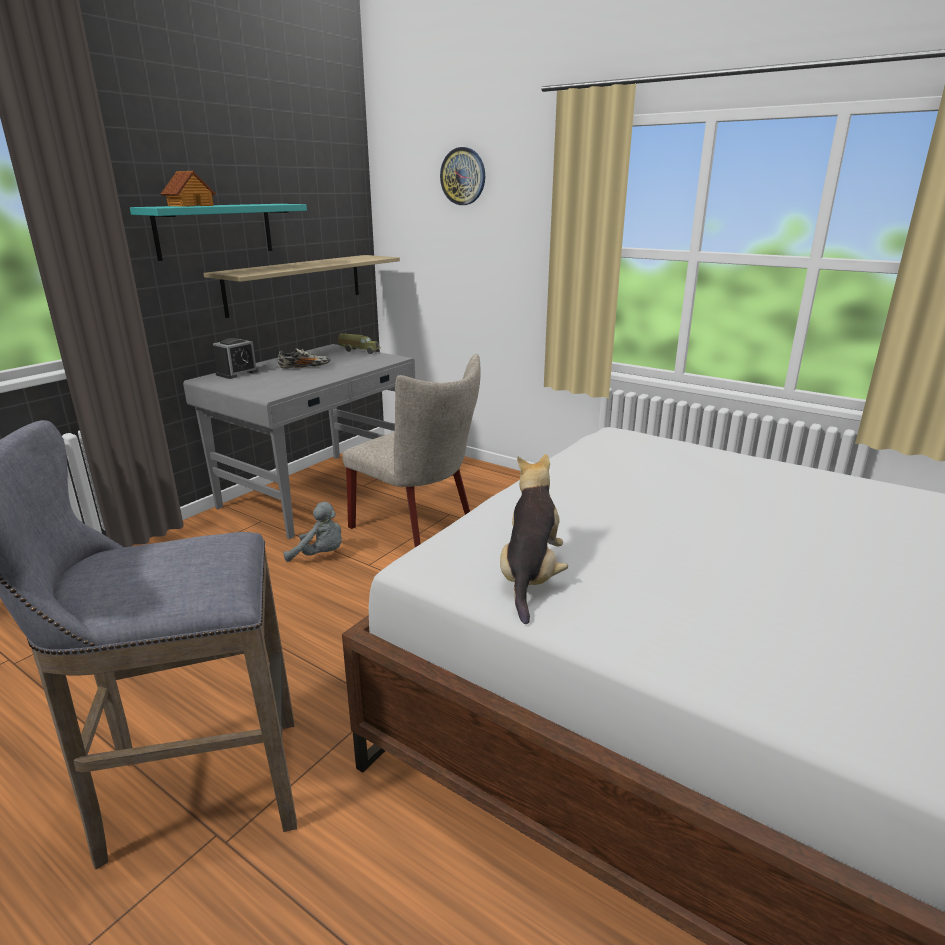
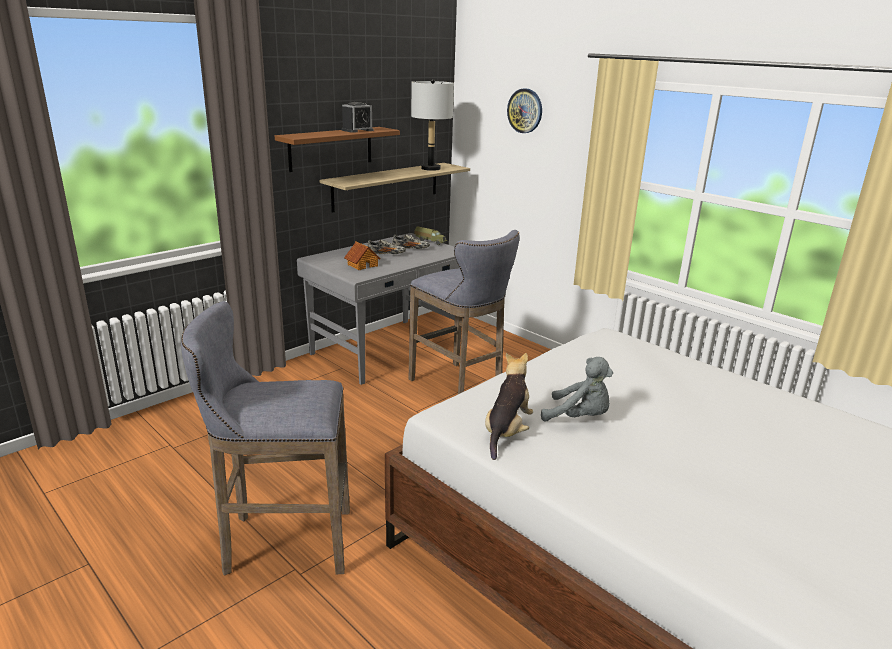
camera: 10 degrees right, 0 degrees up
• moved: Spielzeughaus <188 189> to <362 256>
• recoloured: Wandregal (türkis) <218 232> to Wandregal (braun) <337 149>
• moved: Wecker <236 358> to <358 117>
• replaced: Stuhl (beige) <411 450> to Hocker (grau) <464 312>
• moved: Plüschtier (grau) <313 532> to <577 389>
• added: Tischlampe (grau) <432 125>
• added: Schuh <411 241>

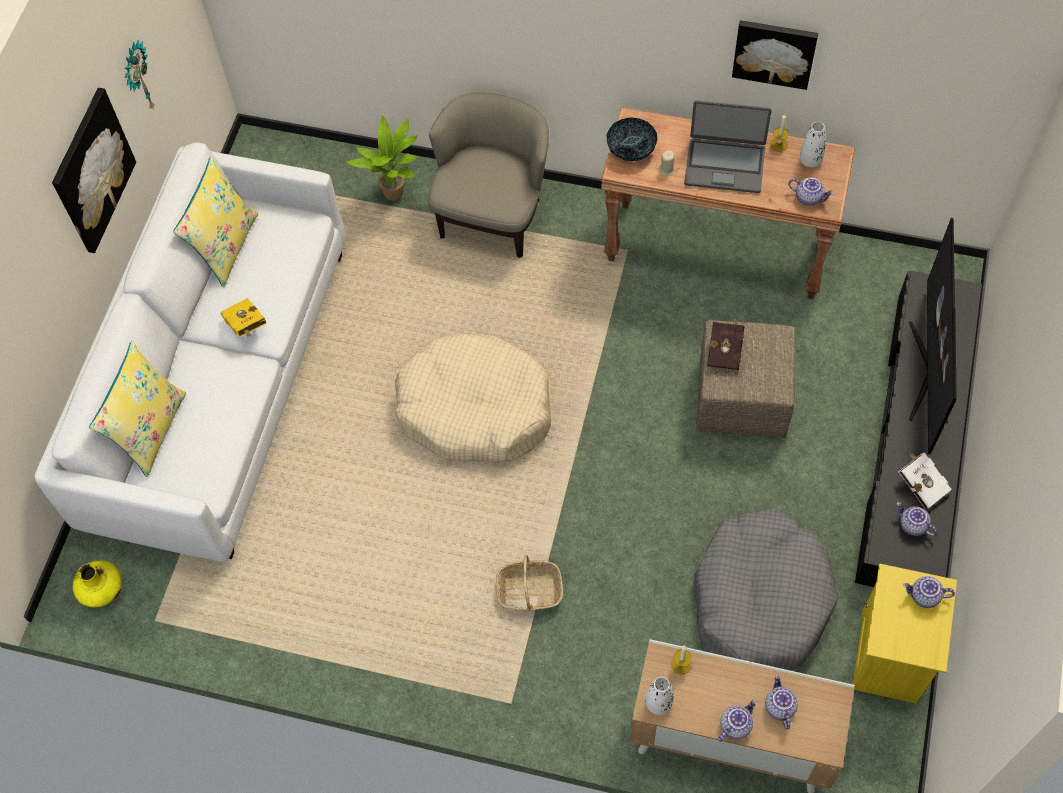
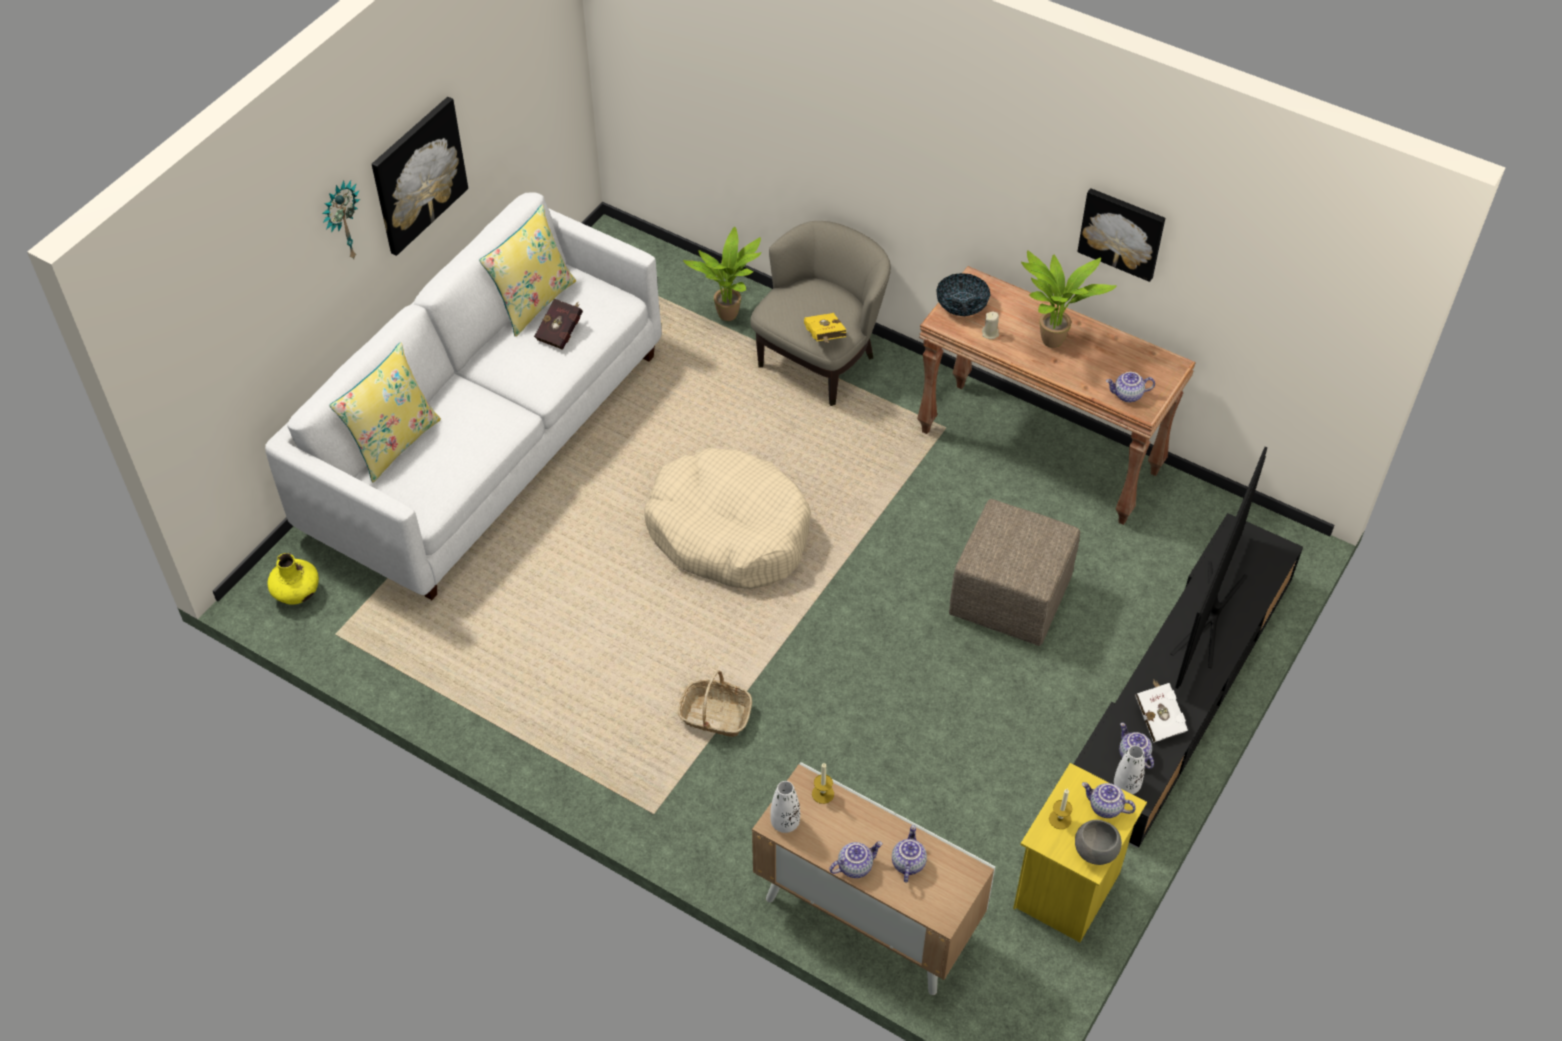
camera: 15 degrees right, 10 degrees down
• moved: Wanduhr <140 75> to <341 219>
• replaced: Laptop <728 146> to Topfpflanze <1069 299>
• moved: Kerze <779 133> to <1060 809>
• moved: Vase (weiß) <813 145> to <1129 769>
• turned: Teekanne <811 191> = <1130 387> 135 degrees clockwise
• moved: Buch (gelb) <244 317> to <825 328>
• moved: Buch (rot) <725 344> to <558 324>
• removed: Hundebett (grau) <766 590>
• added: Schüssel (grau) <1098 842>

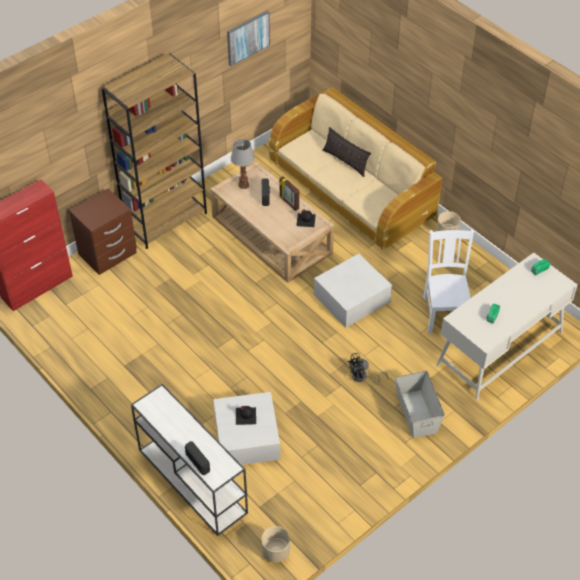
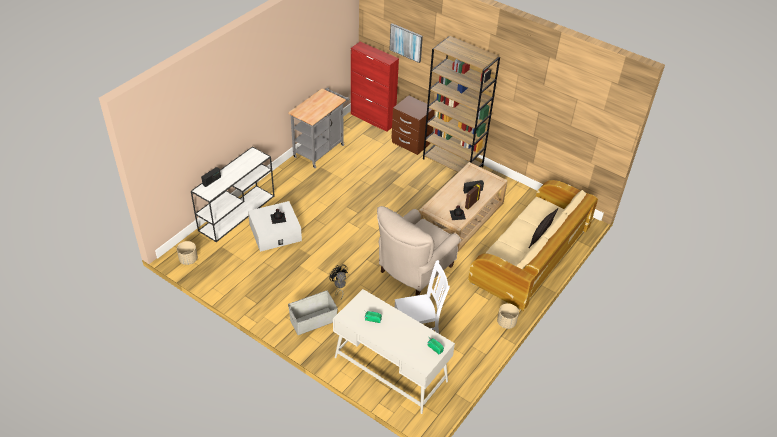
camera: 75 degrees right, 5 degrees down
• moved: Bild <248 38> to <406 43>
• removed: Tischlampe <242 164>
• replaced: Aufbewahrungsbox (weiß) <353 291> to Sessel (beige) <419 251>
• added: Rollwagen (grau) <318 128>

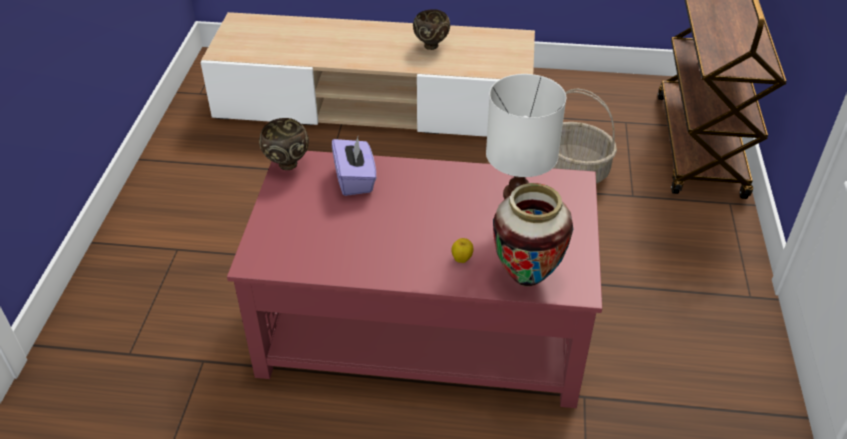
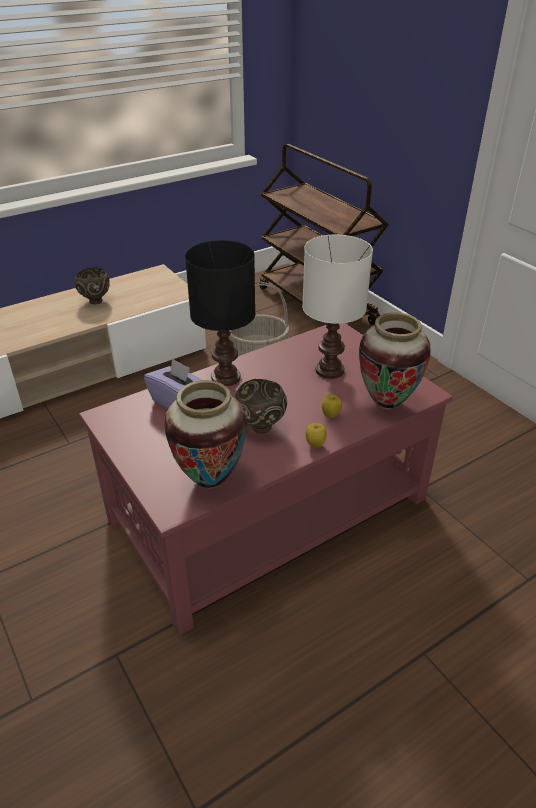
camera: 40 degrees left, 5 degrees down
• moved: Schüssel (braun) <284 144> to <261 406>
• added: Tischlampe (schwarz) <220 313>
• added: Vase <205 434>
• added: Apfel <316 435>

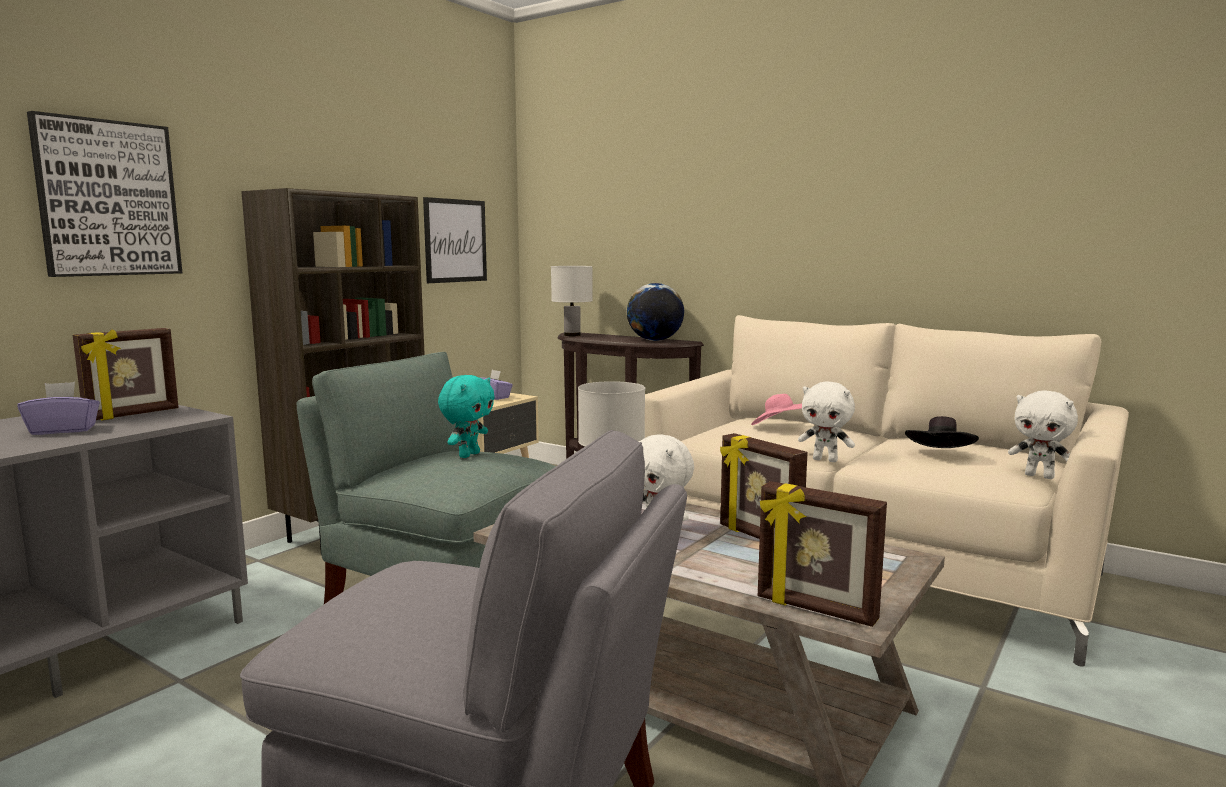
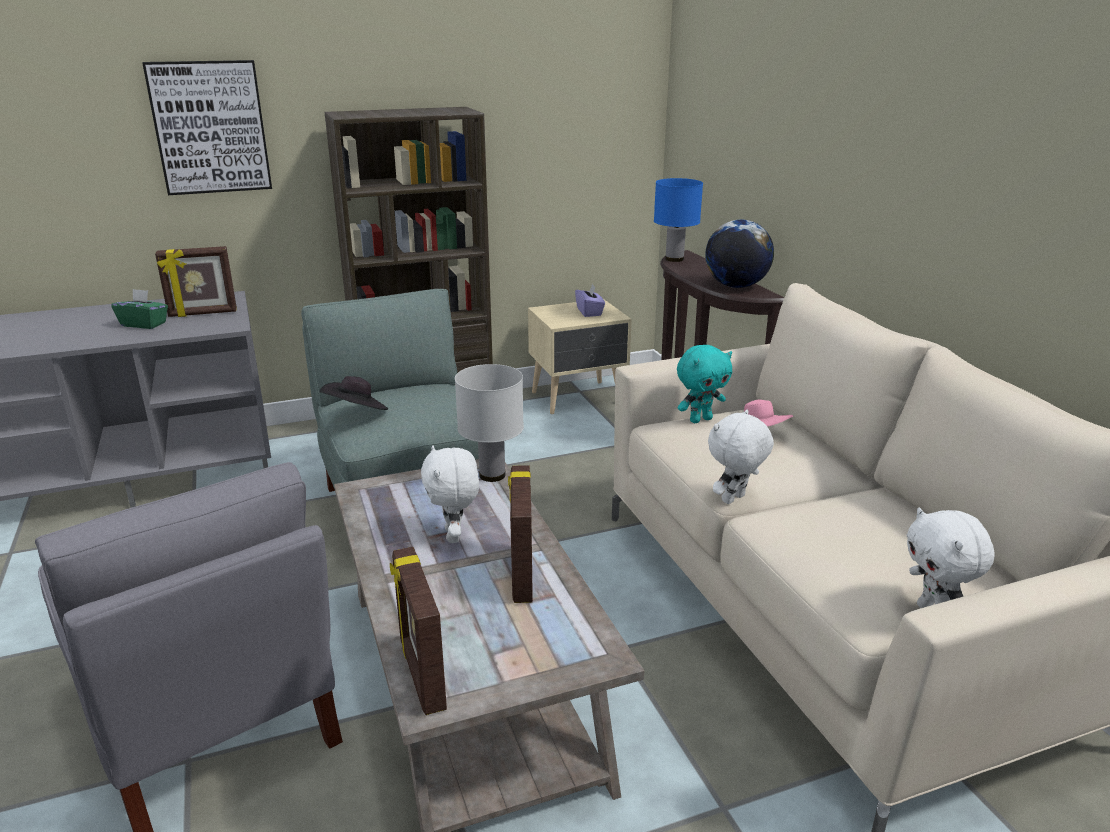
camera: 35 degrees right, 15 degrees up
• removed: Bild <455 240>
• recoloured: Tischlampe (weiß) <572 301> to Tischlampe (blau) <678 220>
• moved: Plüschtier (türkis) <466 416> to <704 384>
• recoloured: Taschentuchbox (lila) <59 408> to Taschentuchbox (grün) <139 309>
• turned: Plüschtier (weiß) <826 422> = <741 456> 75 degrees clockwise
• moved: Hut (schwarz) <942 432> to <354 393>

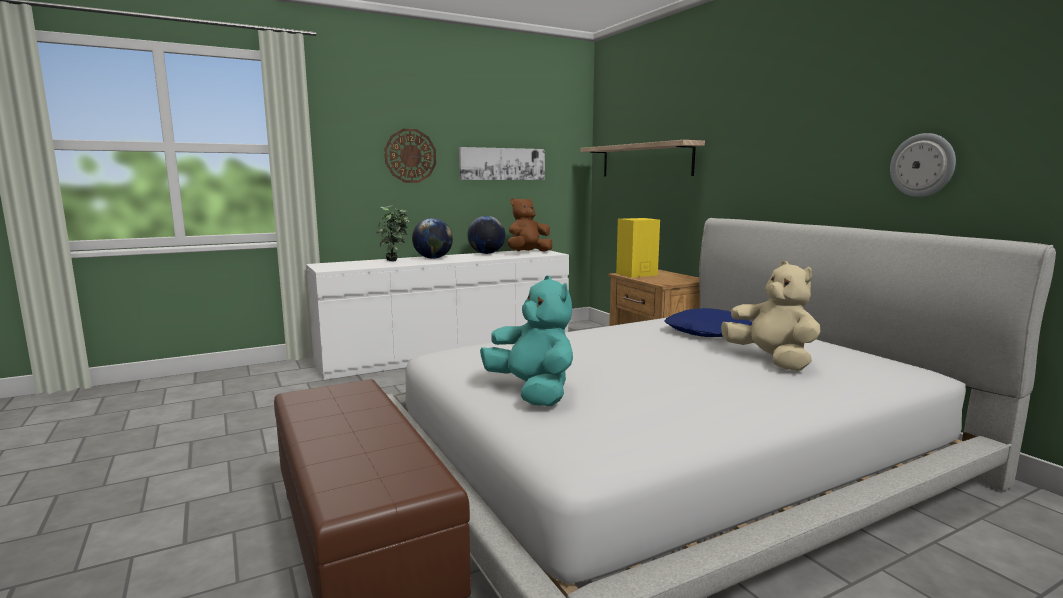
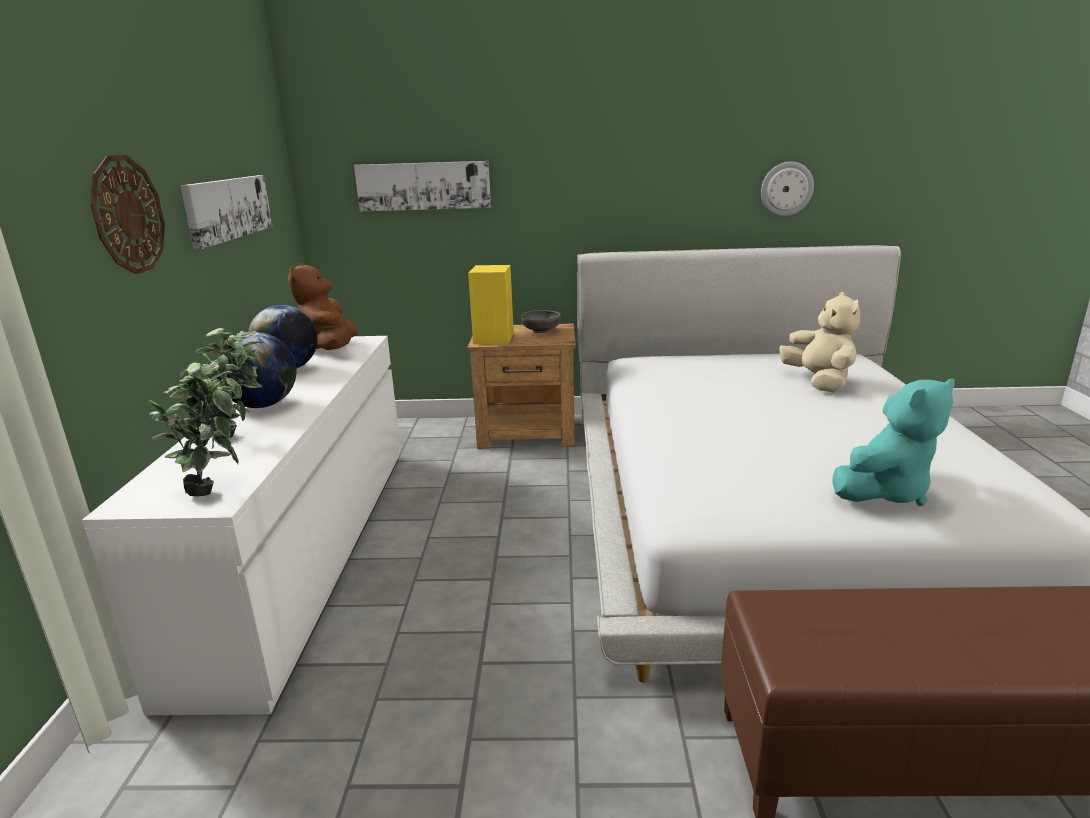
camera: 60 degrees left, 10 degrees up
• replaced: Wandregal <642 158> to Bild <422 186>
• turned: Plüschtier (beige) <770 316> = <819 342> 75 degrees clockwise
• turned: Plüschtier (türkis) <526 340> = <893 442> 150 degrees clockwise
• removed: Kissen (blau) <708 322>
• added: Schüssel (grau) <541 321>
• added: Topfpflanze <193 429>

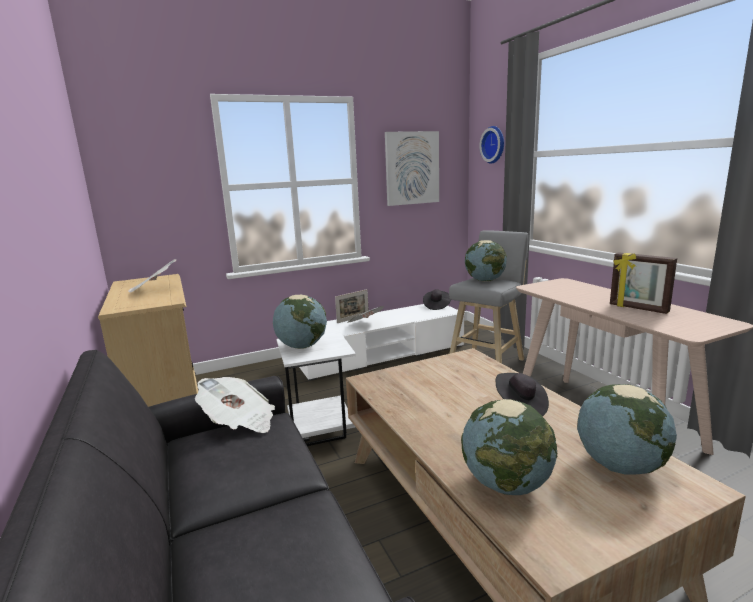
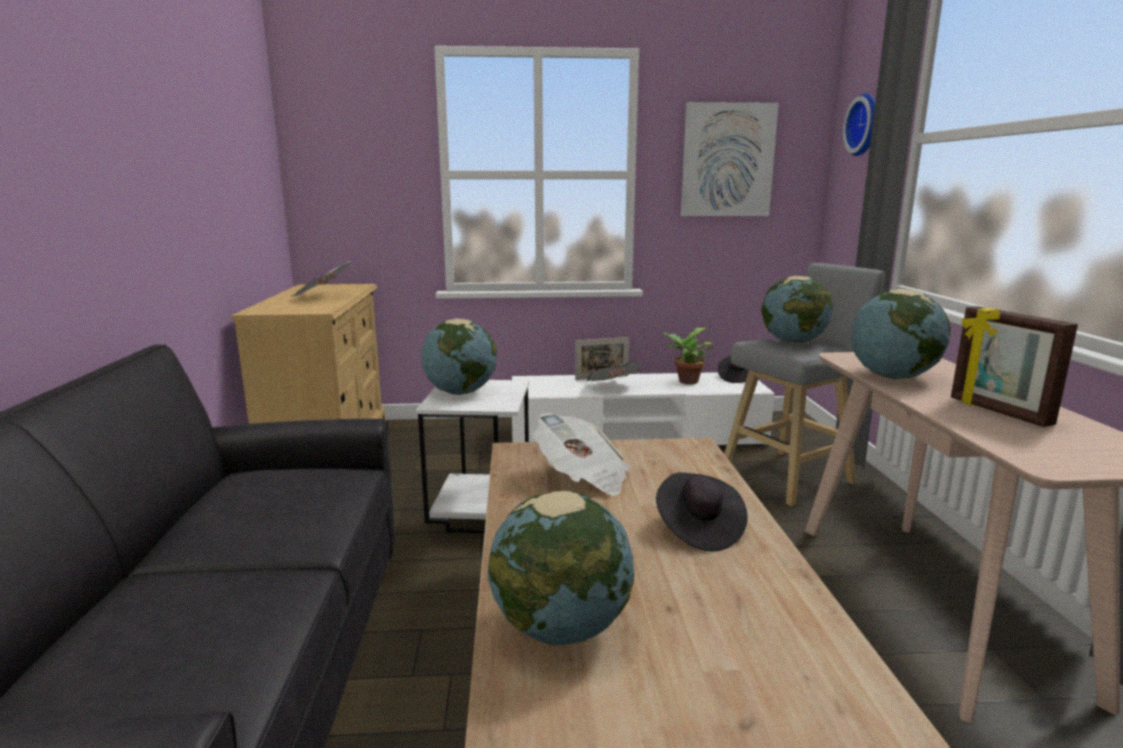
camera: 20 degrees right, 0 degrees up
• moved: Zeitung <235 405> to <581 454>
• moved: Globus <627 429> to <901 334>
• added: Topfpflanze <686 356>

